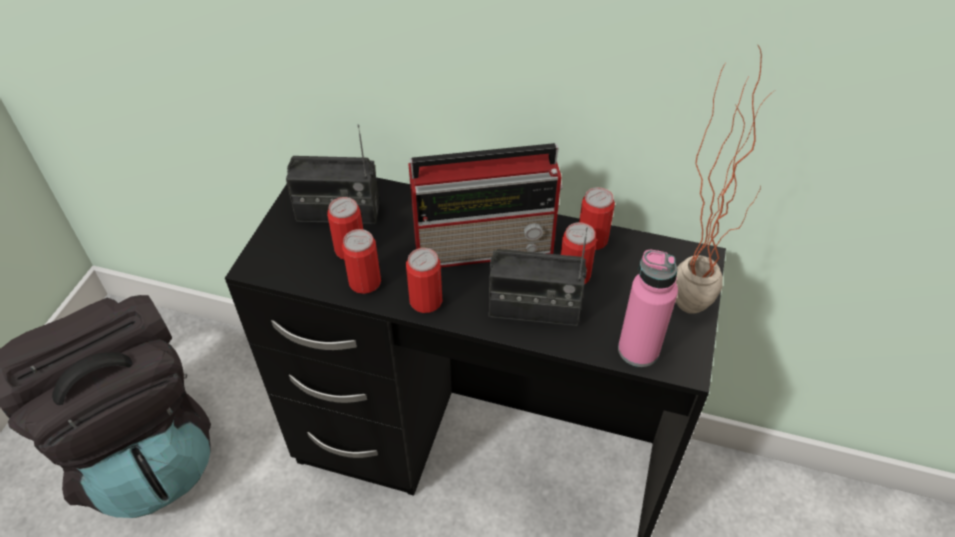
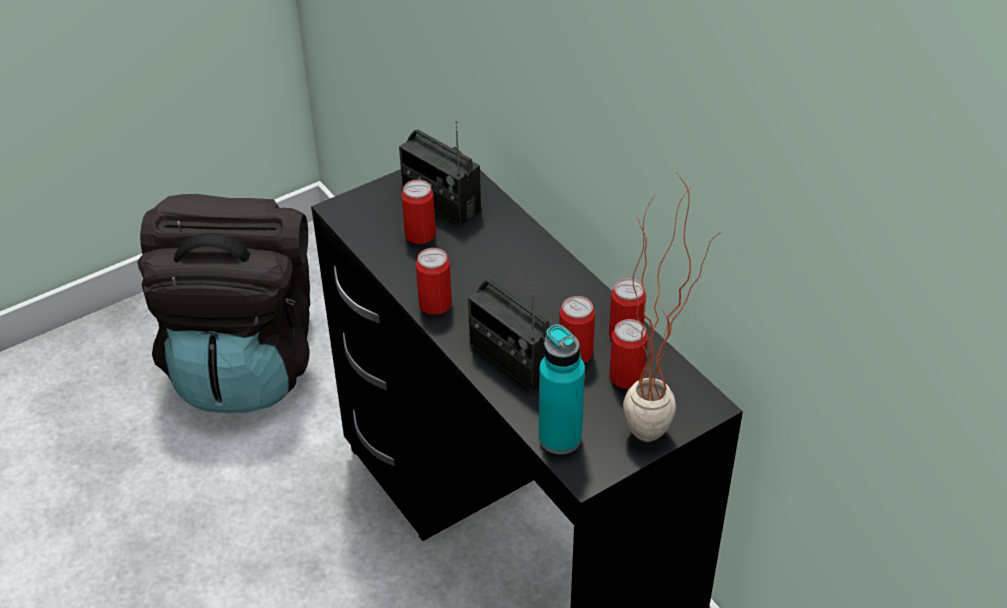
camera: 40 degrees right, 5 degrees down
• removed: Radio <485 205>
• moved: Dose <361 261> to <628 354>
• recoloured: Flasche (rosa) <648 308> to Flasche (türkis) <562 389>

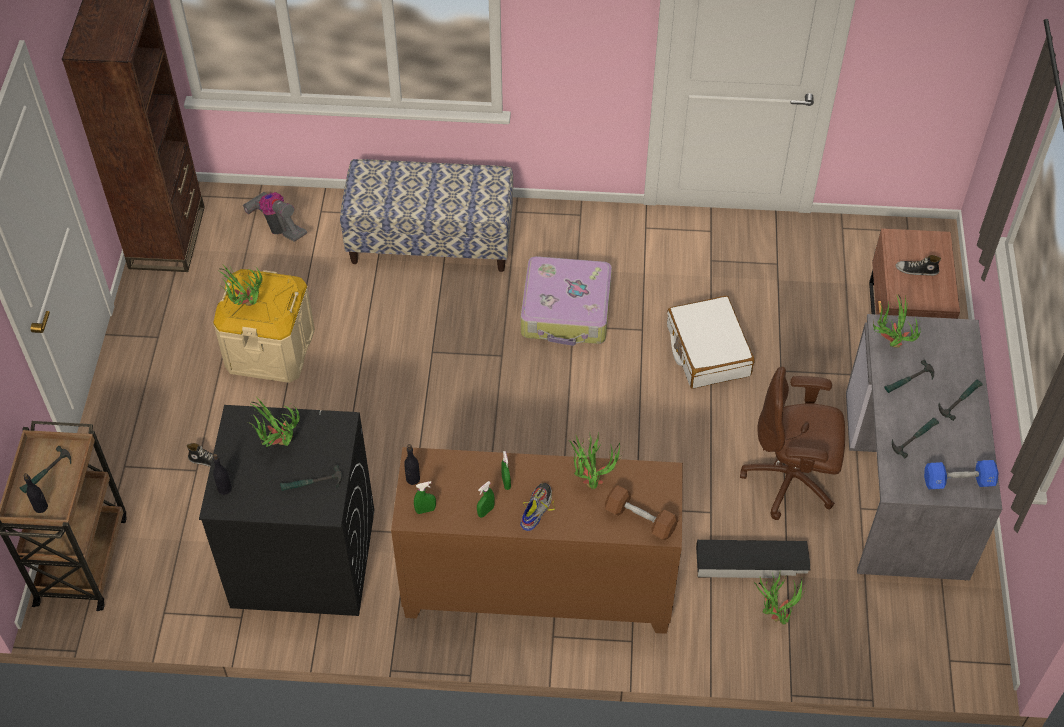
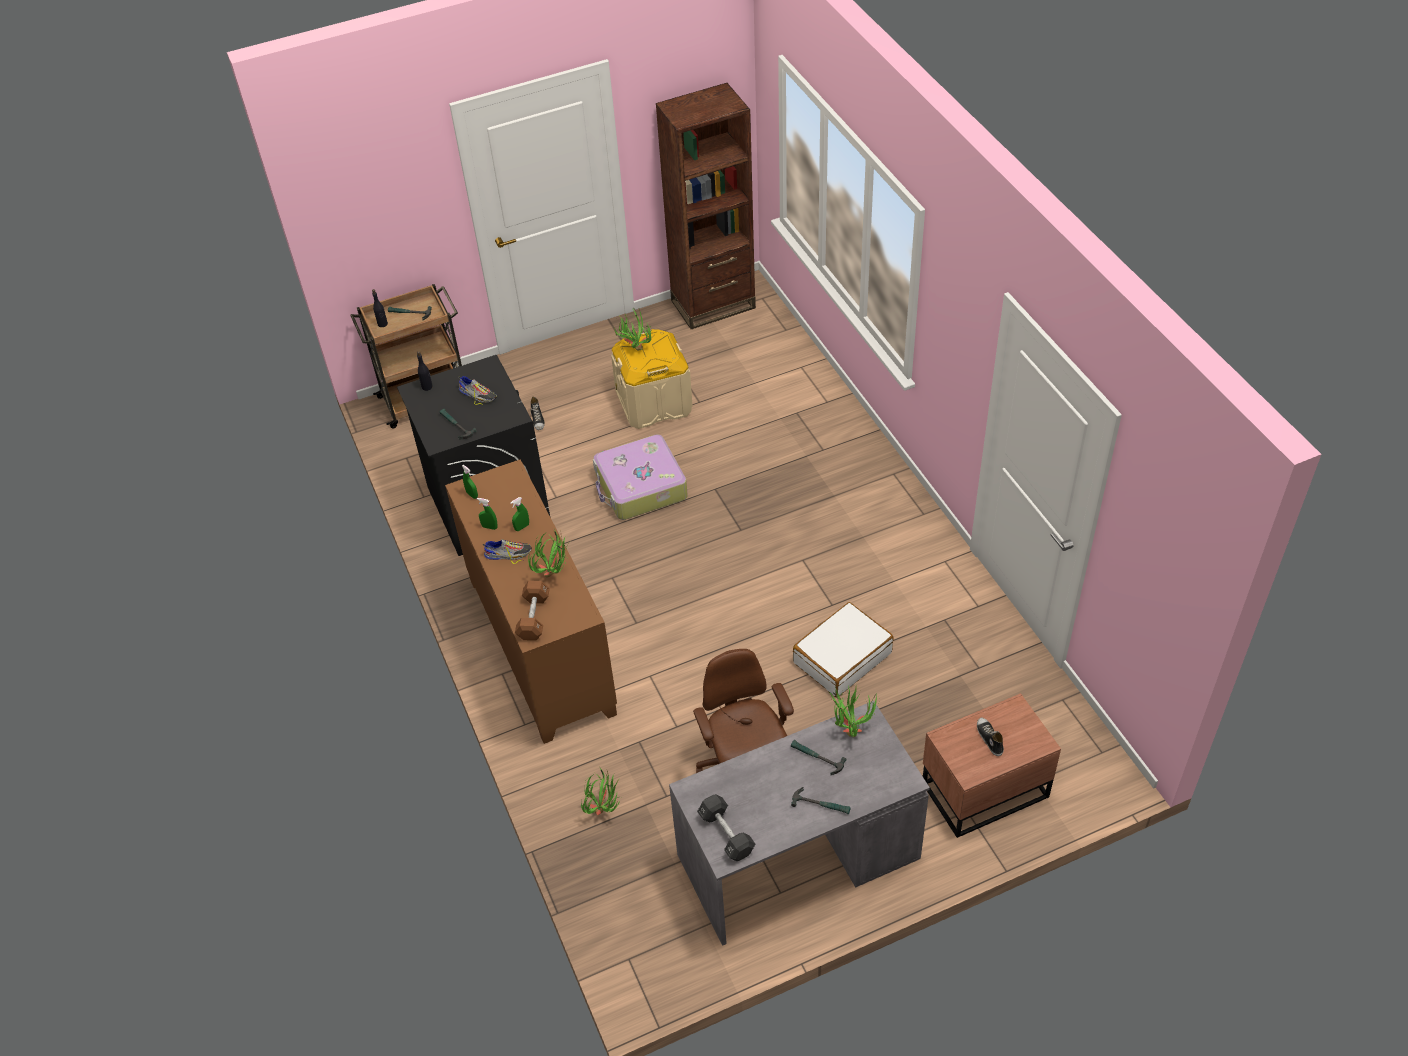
camera: 65 degrees right, 5 degrees down
• removed: Bank <426 215>
• removed: Staubsauger <275 217>
• moved: Koffer <566 301> to <640 477>
• replaced: Topfpflanze <274 422> to Schuh <477 390>
• removed: Hammer <915 438>
• removed: Flasche (schwarz) <412 464>
• recoloured: Hantel (blau) <961 474> to Hantel (schwarz) <726 827>
• removed: Aufbewahrungsbox (schwarz) <753 559>

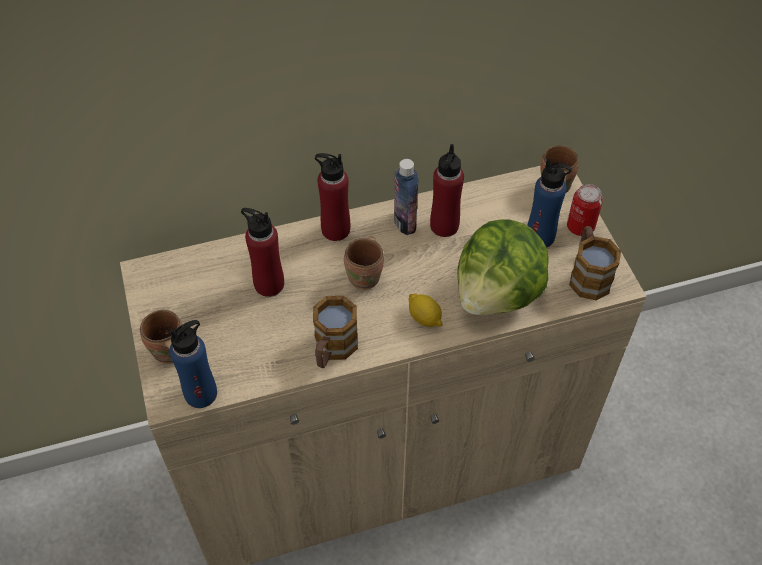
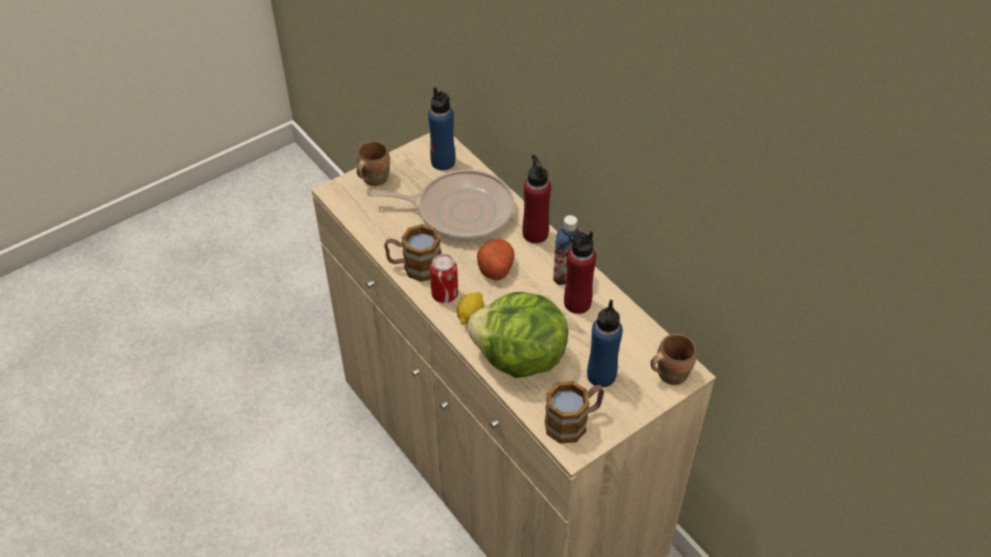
camera: 70 degrees right, 5 degrees down
• moved: Dose <585 210> to <444 278>
• replaced: Flasche (rot) <262 252> to Pfanne <442 205>
• replaced: Henkelbecher (braun) <364 263> to Kartoffel <495 259>
• moved: Flasche (blau) <193 364> to <441 128>

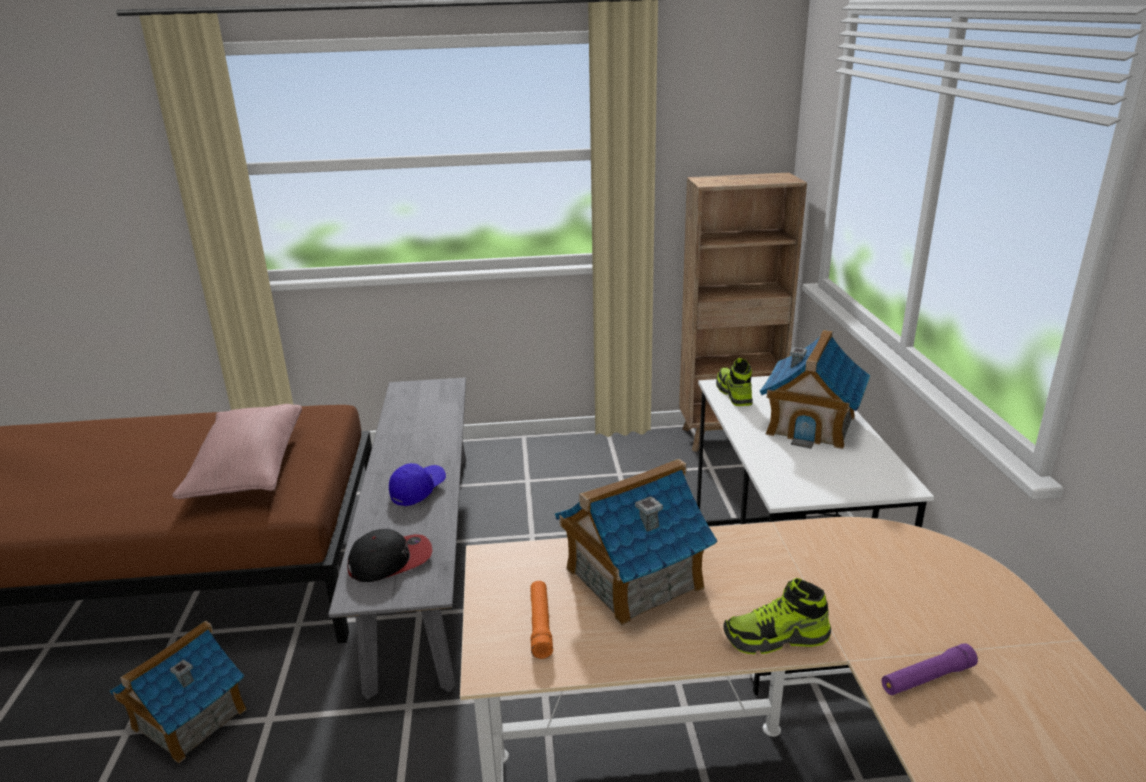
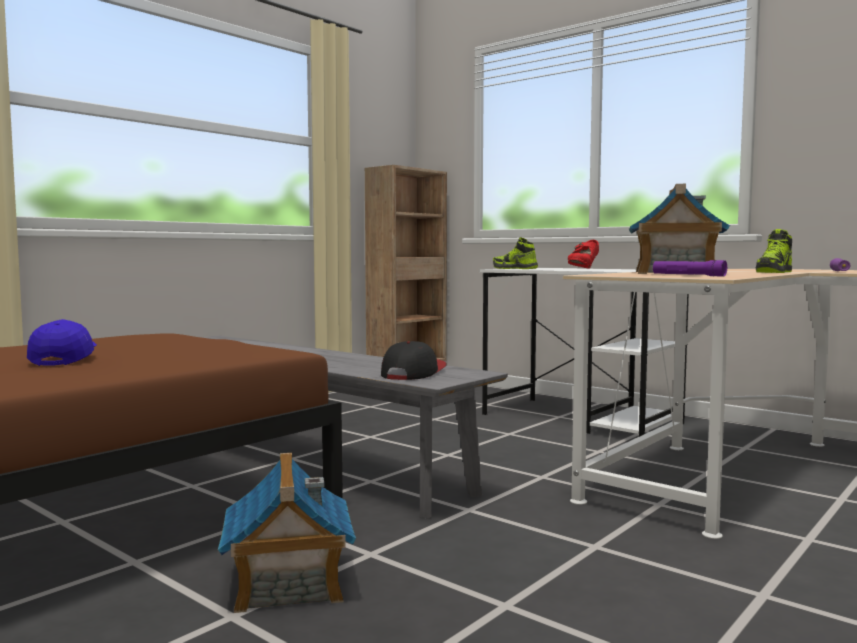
camera: 45 degrees left, 20 degrees down
• replaced: Spielzeughaus <815 389> to Schuh (rot) <583 254>
• removed: Kissen (rosa) <237 451>
• moved: Kappe (blau) <417 484> to <62 342>
• recoloured: Taschenlampe (orange) <541 620> to Taschenlampe (lila) <690 268>

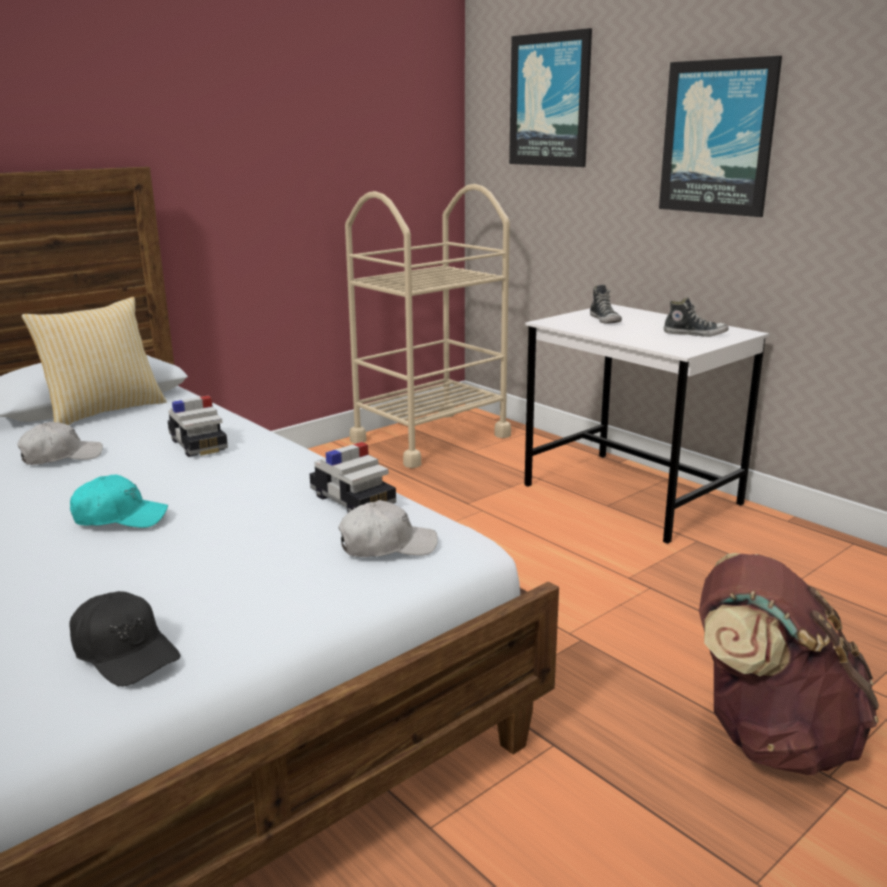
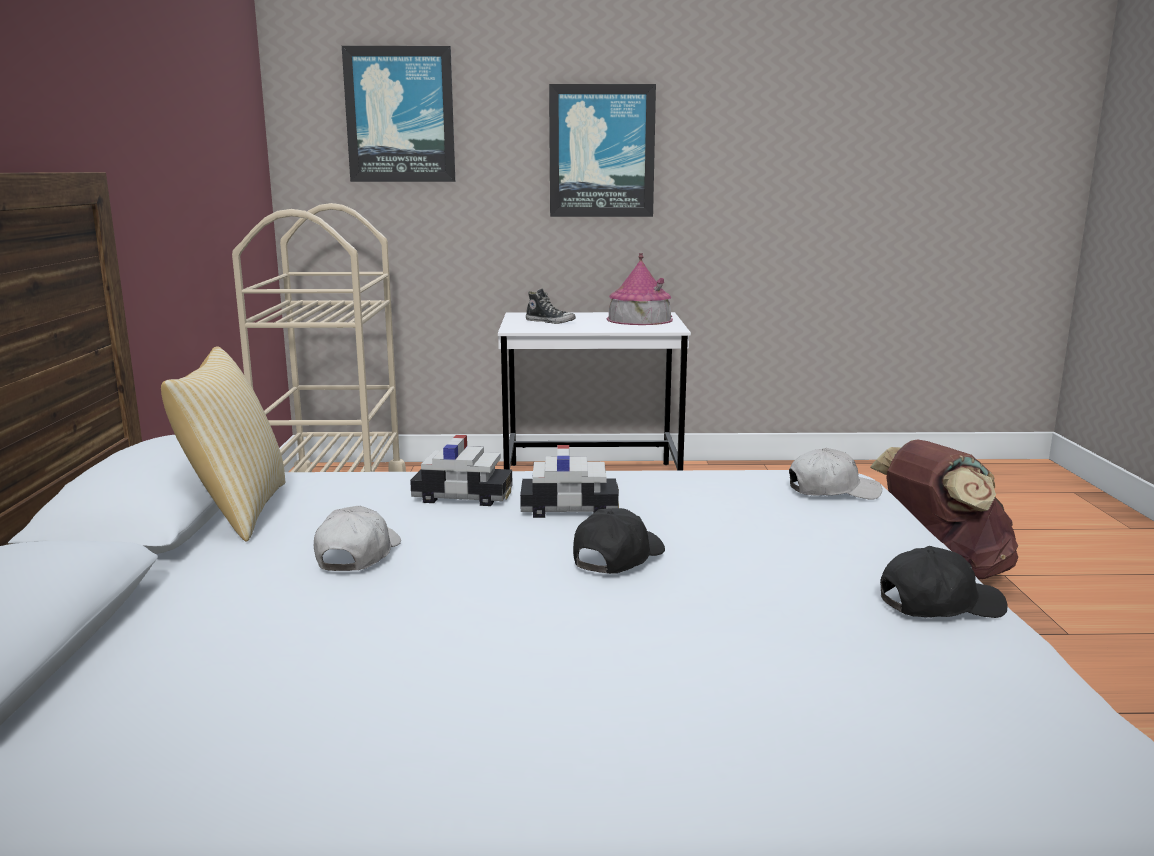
camera: 50 degrees left, 5 degrees down
• replaced: Schuh <696 317> to Spielzeughaus <639 289>
• moved: Spielzeugauto <353 477> to <569 481>
• recoloured: Kappe (türkis) <119 501> to Kappe (schwarz) <619 541>
• turned: Kappe (weiß) <388 528> = <835 473> 60 degrees clockwise

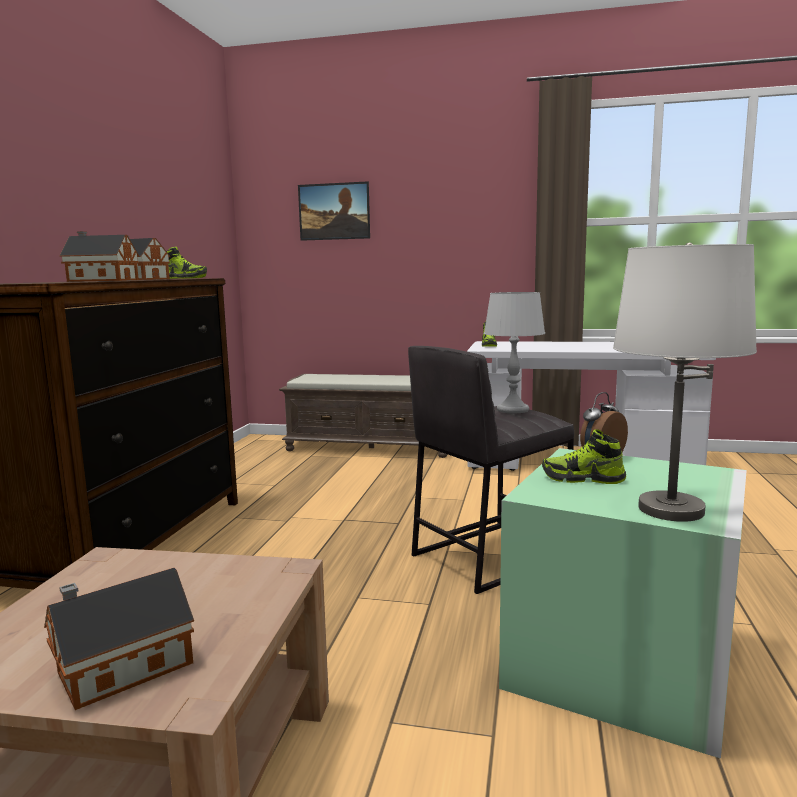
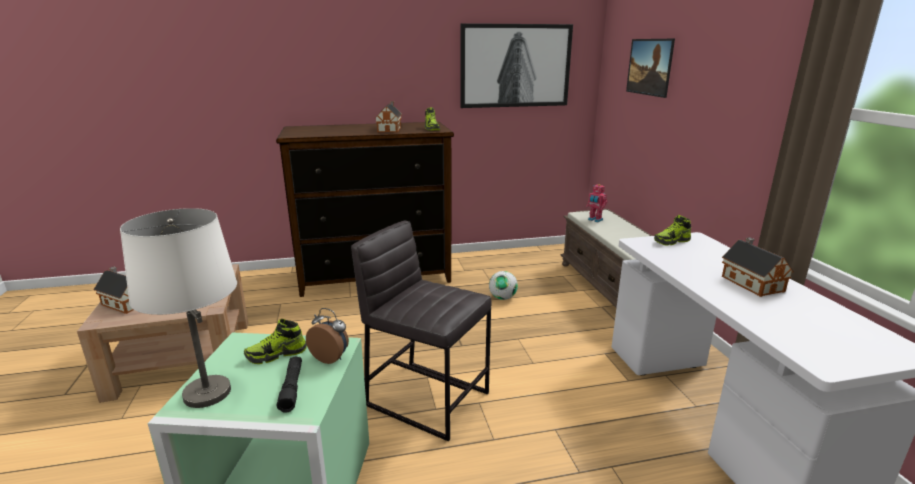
camera: 65 degrees right, 10 degrees up
• moved: Spielzeughaus <99 256> to <758 267>
• removed: Tischlampe (grau) <514 352>
• turned: Schuh <584 456> = <275 341> 105 degrees counterclockwise
• added: Bild <516 65>
• added: Spielzeugroboter <596 203>
• added: Fußball <503 285>
• added: Taschenlampe (schwarz) <289 384>

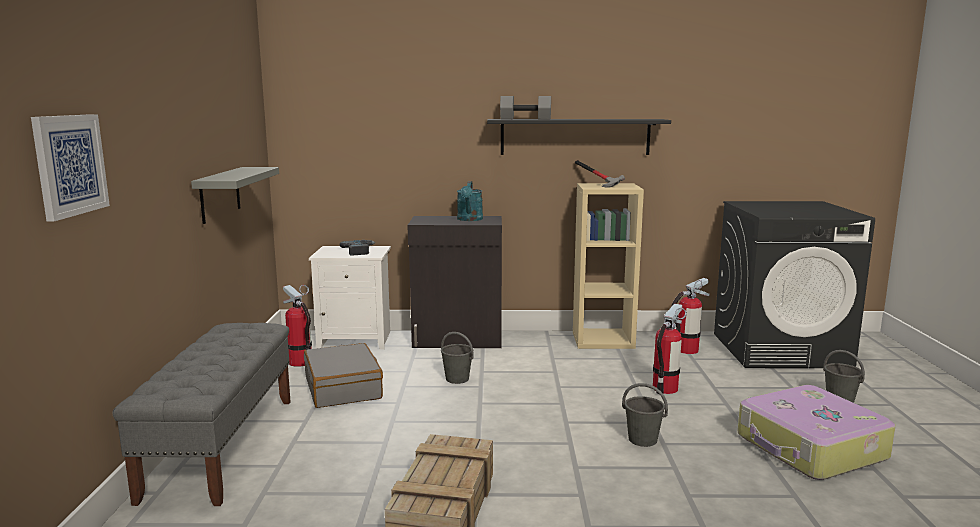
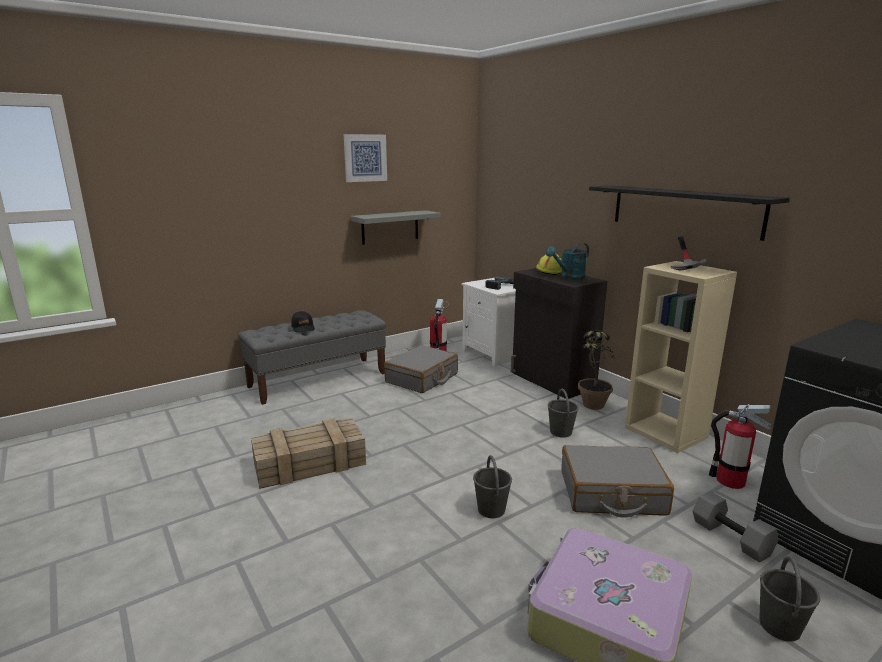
camera: 55 degrees right, 5 degrees up
• moved: Hantel (grau) <525 107> to <735 526>
• moved: Bild <70 167> to <365 158>
• replaced: Feuerlöscher <670 349> to Koffer (grau) <617 481>
• moved: Eimer (grau) <457 358> to <563 413>
• added: Schutzhelm (gelb) <549 264>
• added: Kappe (schwarz) <303 321>
• added: Topfpflanze <596 370>

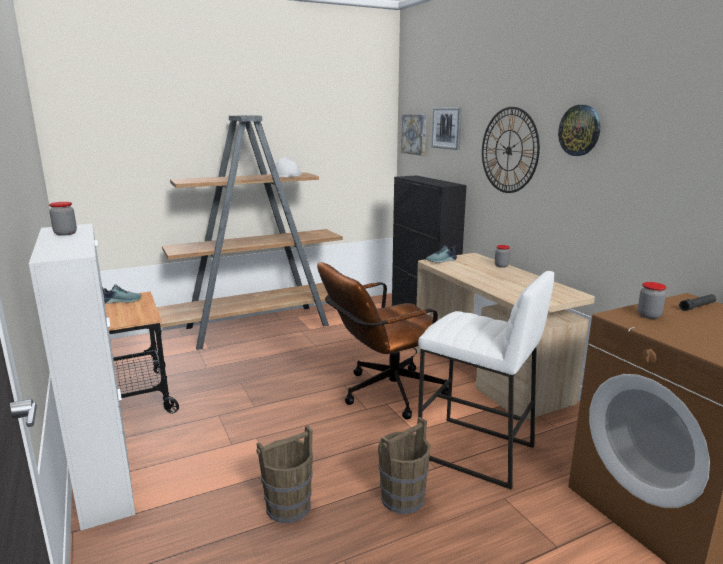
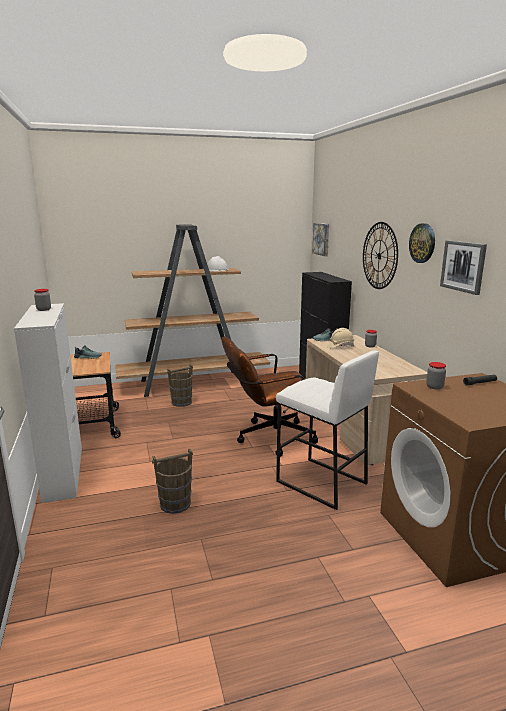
camera: 10 degrees right, 0 degrees up
• moved: Bild <446 128> to <463 267>
• moved: Eimer (braun) <404 465> to <180 386>
• added: Schutzhelm (beige) <340 338>

